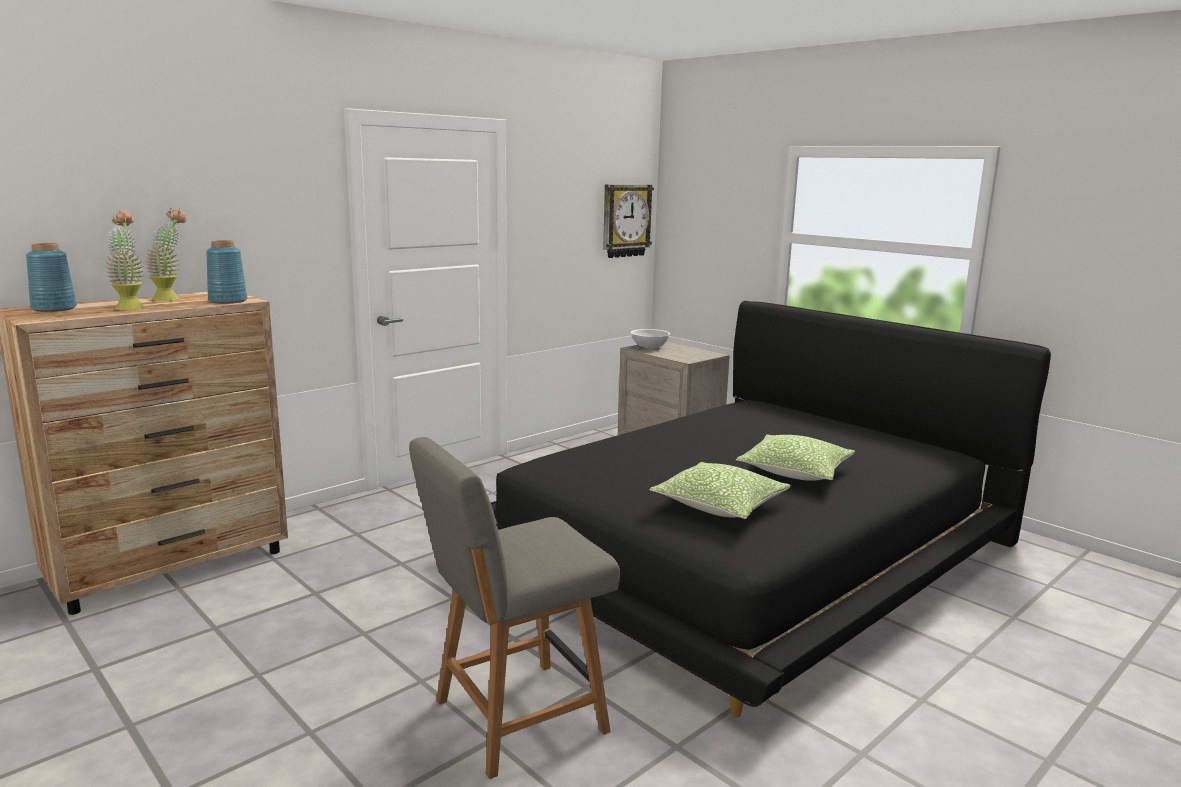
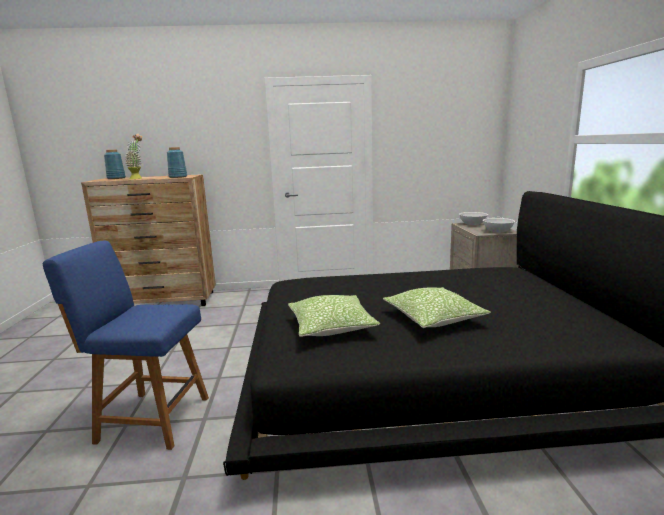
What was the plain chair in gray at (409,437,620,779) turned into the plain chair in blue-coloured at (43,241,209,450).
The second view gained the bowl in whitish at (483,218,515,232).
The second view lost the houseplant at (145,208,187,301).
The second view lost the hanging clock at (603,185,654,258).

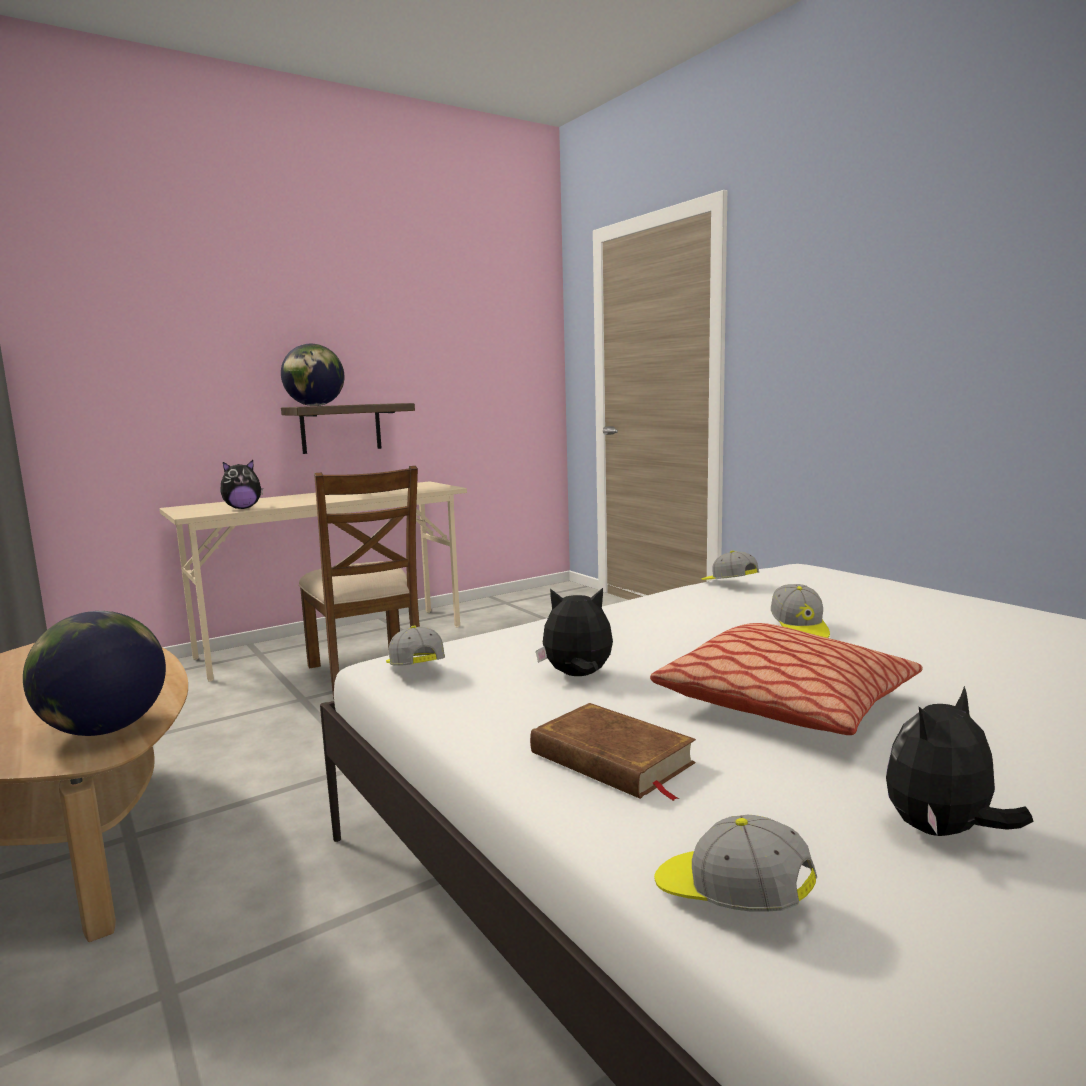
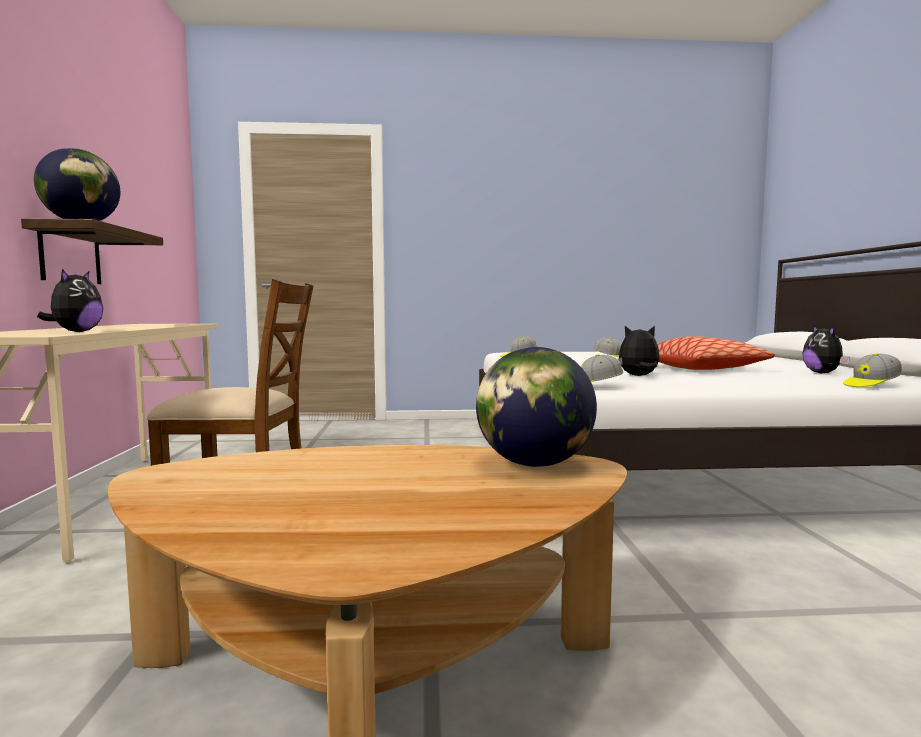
The plush toy at (536,588,613,676) ended up facing another way, 60 degrees clockwise from before.
The second view lost the bound book in brown at (530,703,696,801).

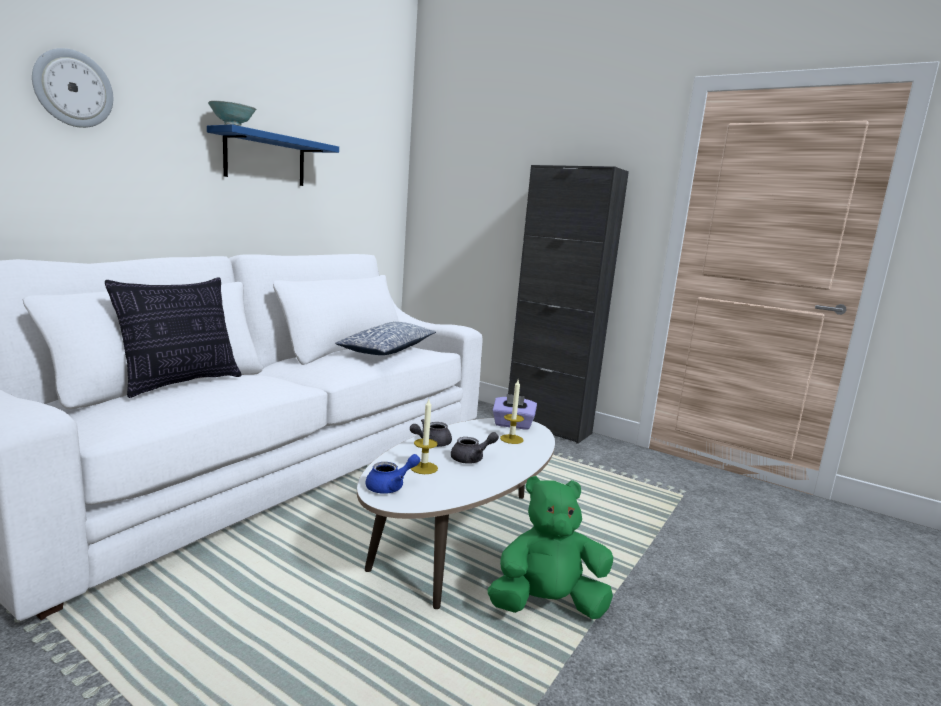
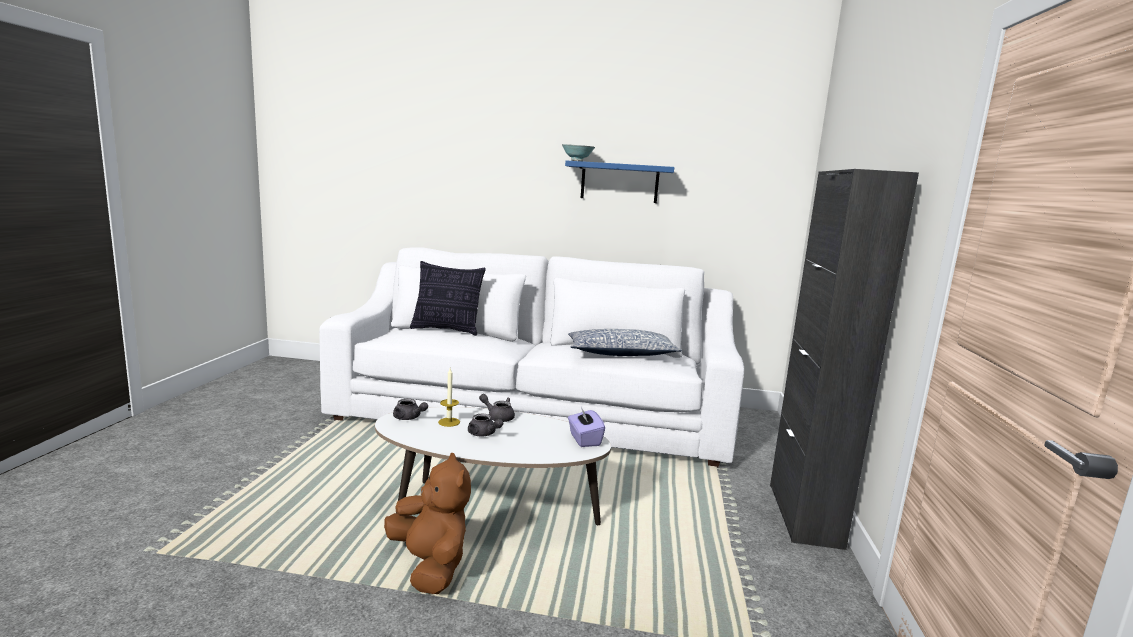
What was the plush toy in greenish at (487,476,613,619) turned into the plush toy in brown at (384,453,471,594).
What was the teapot in blue-coloured at (366,454,420,494) turned into the teapot in gray at (393,399,428,420).
The second view lost the hanging clock at (32,48,113,128).
The second view lost the candle at (500,380,524,444).

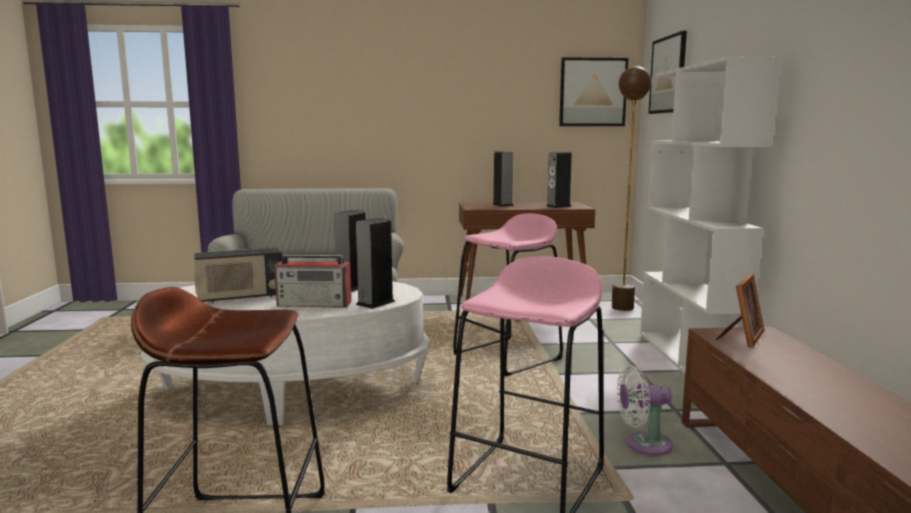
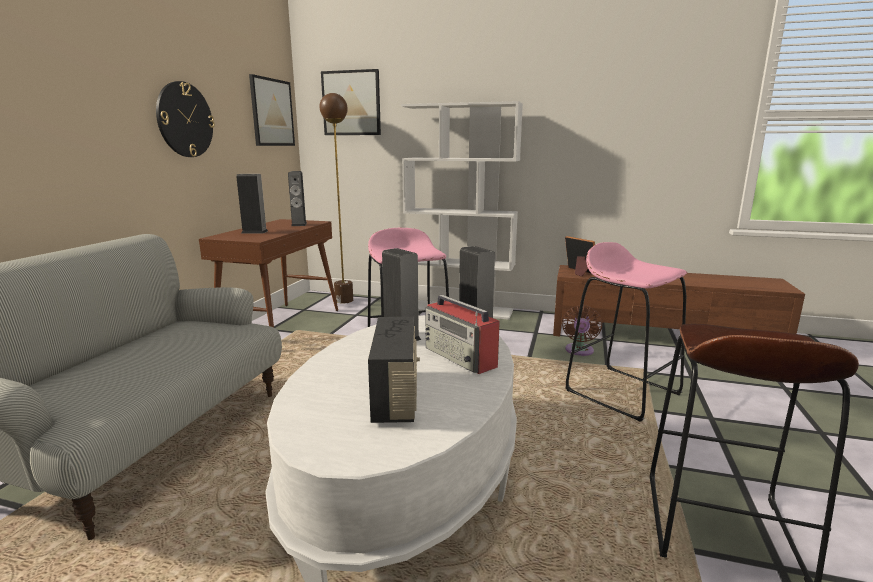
The second view gained the hanging clock at (156,81,215,157).
The radio set at (274,255,351,308) ended up facing another way, 120 degrees clockwise from before.
What was the electric fan in whitish at (617,365,673,456) turned into the electric fan in brown at (562,305,602,356).

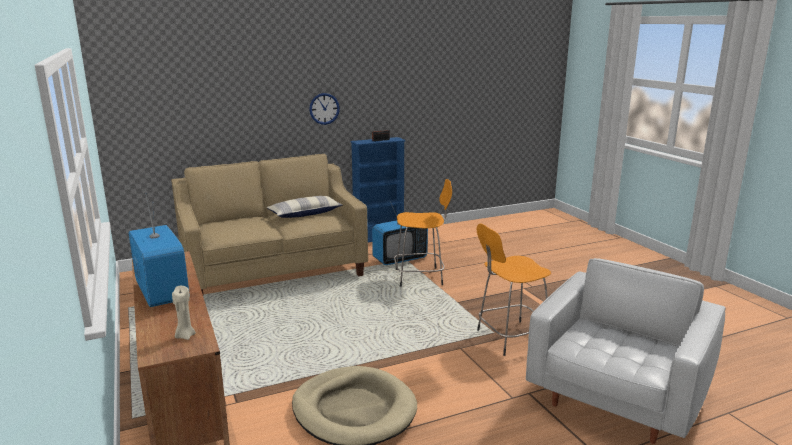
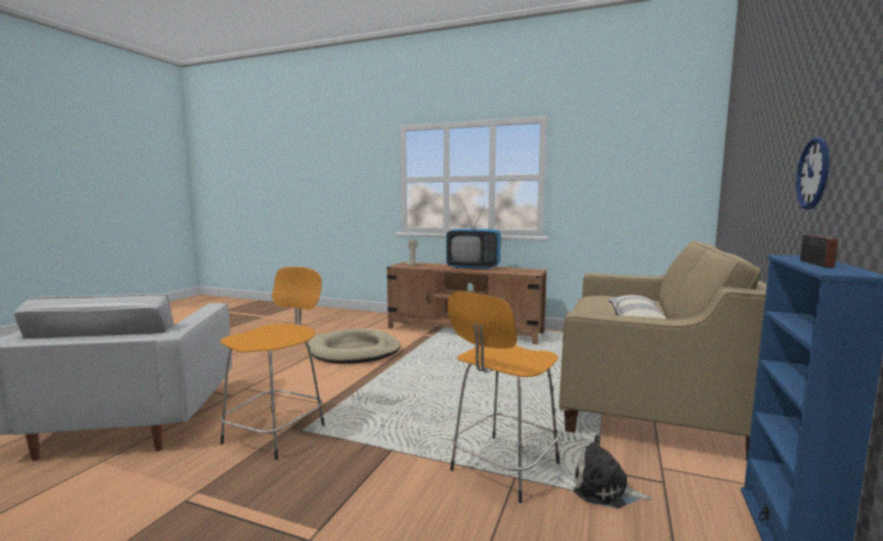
Where the television stood at (372,198,428,265), the plush toy came to stand at (574,435,652,509).

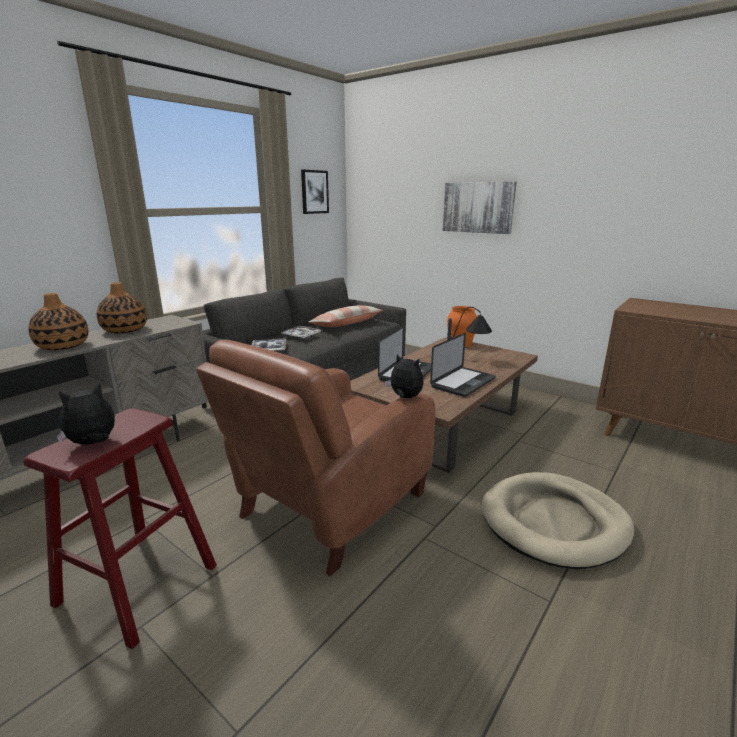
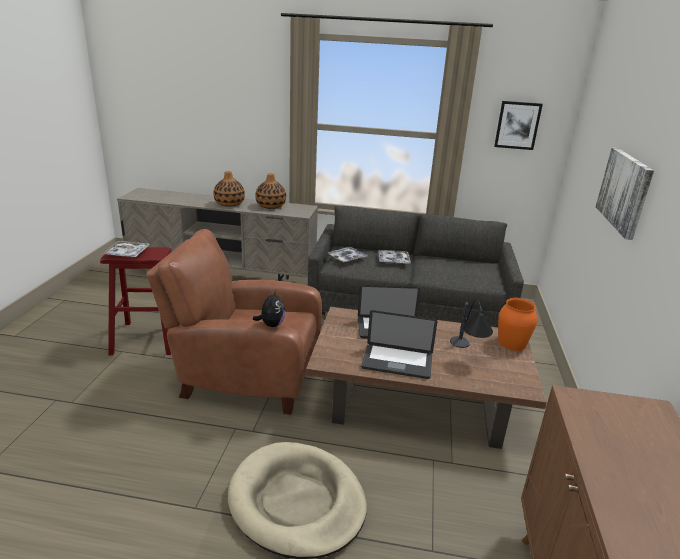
Where the plush toy stood at (56,384,115,445), the tray came to stand at (102,241,150,257).
The second view lost the throw pillow at (309,305,383,327).

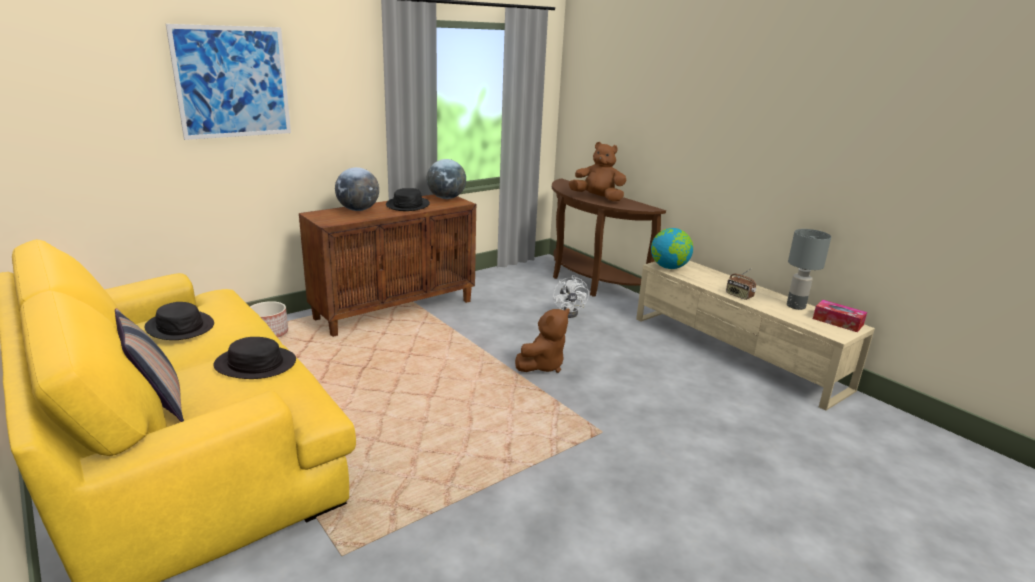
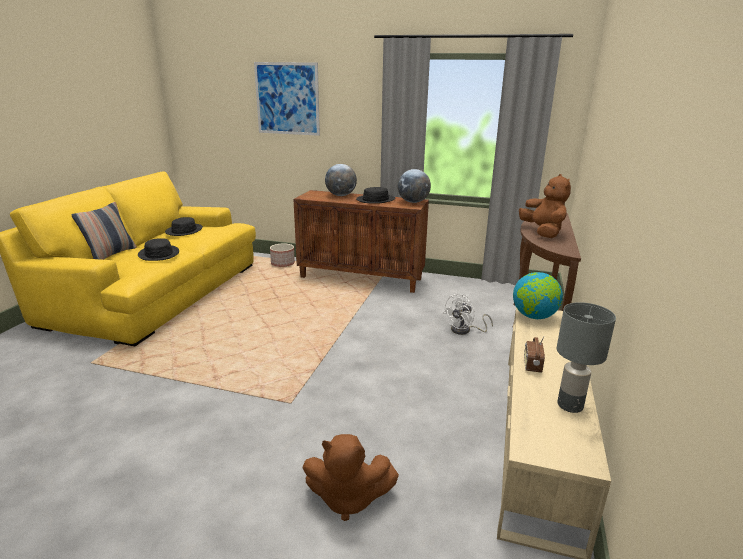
The plush toy in brown ended up elsewhere, having gone from (515,308,570,373) to (302,434,399,521).
The second view lost the tissue holder at (813,300,867,332).

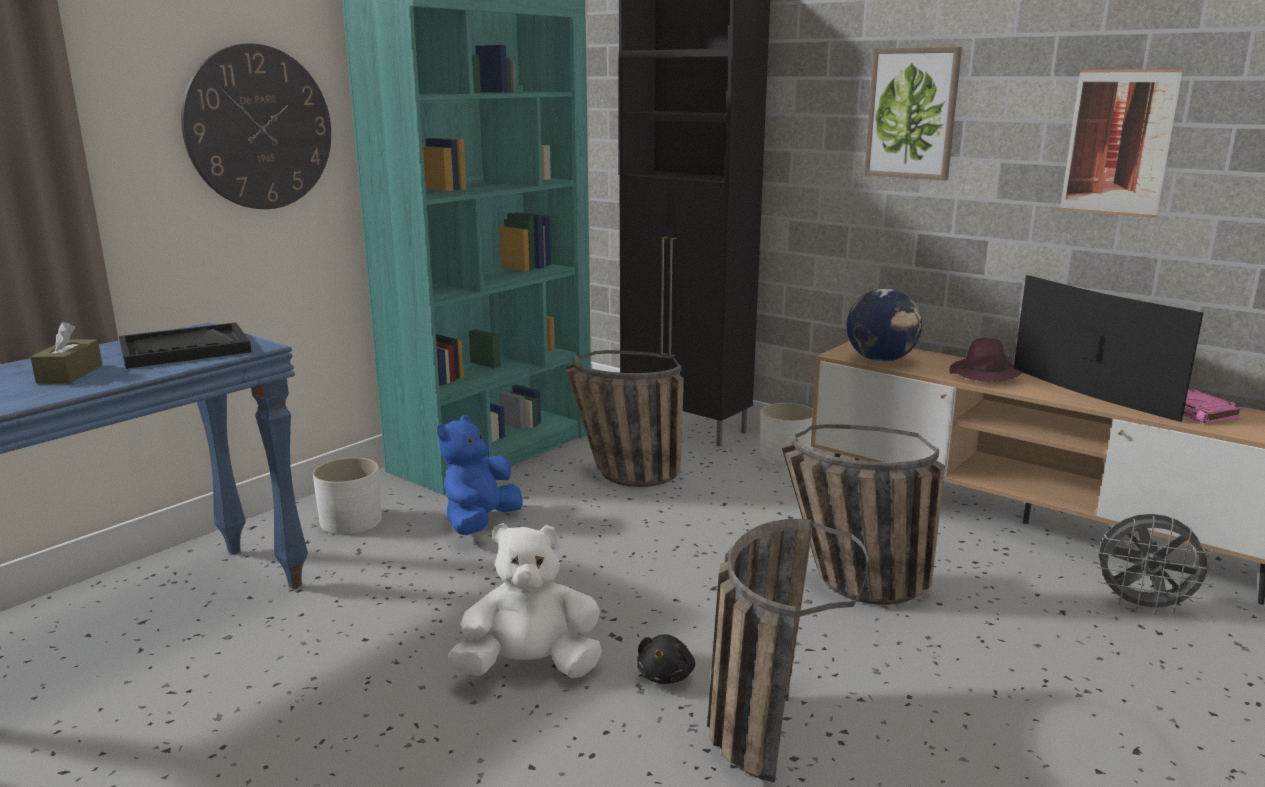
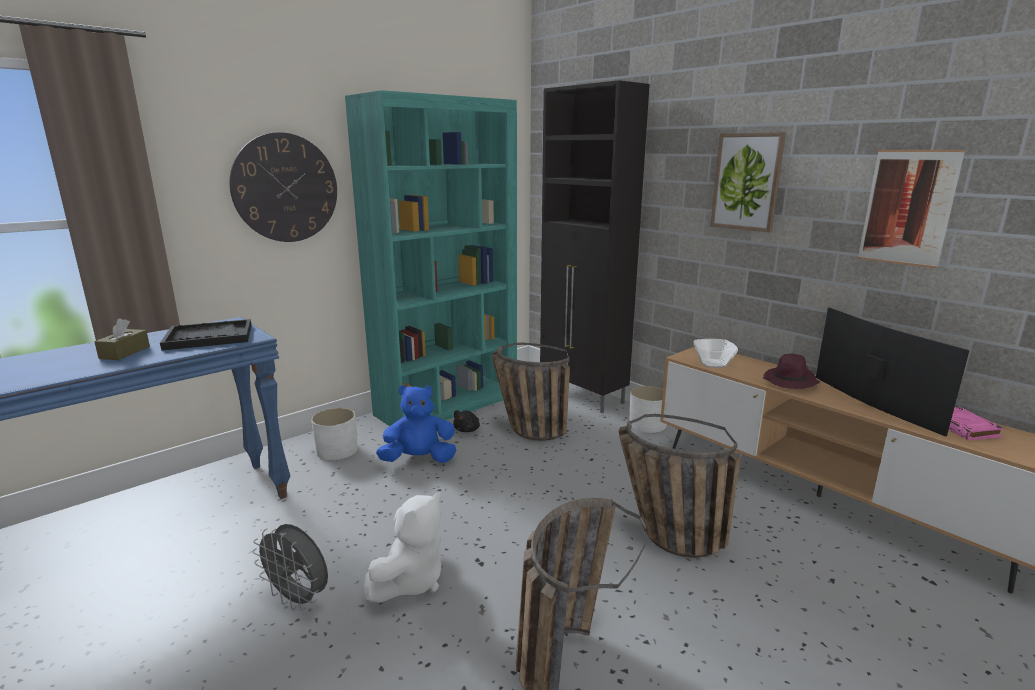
The electric fan in gray ended up elsewhere, having gone from (1094,514,1216,615) to (252,524,328,611).
The plush toy in whitish at (448,523,602,678) ended up facing another way, 120 degrees clockwise from before.
The plush toy in blue-coloured at (437,415,523,535) ended up facing another way, 45 degrees clockwise from before.
The plush toy in black ended up elsewhere, having gone from (637,634,695,684) to (453,410,480,432).
Where the globe stood at (846,289,922,362), the bowl came to stand at (693,339,738,368).

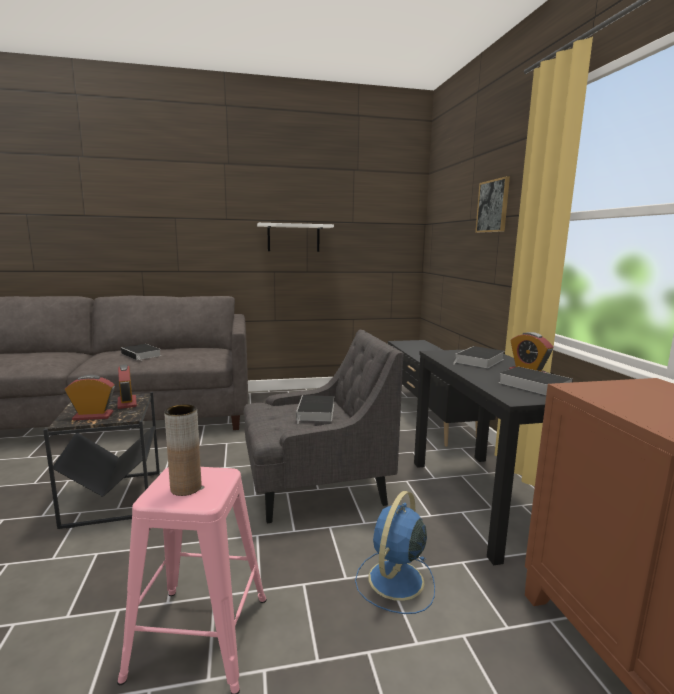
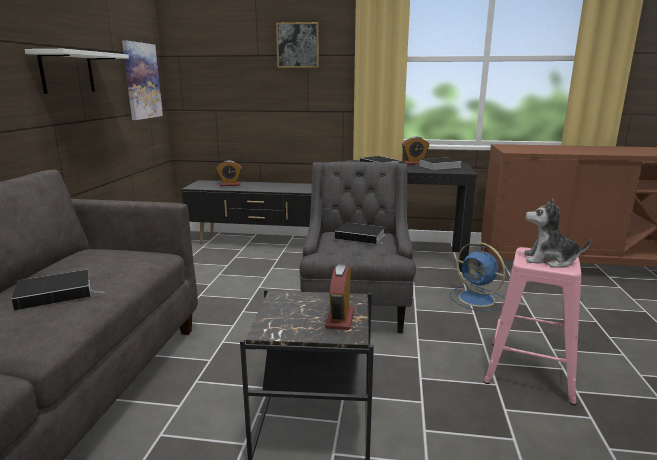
The second view gained the picture at (122,41,163,120).
The table clock ended up elsewhere, having gone from (117,364,137,409) to (216,160,242,186).
Where the decorative vase in brown stood at (164,404,201,496), the plush toy came to stand at (524,199,591,268).

